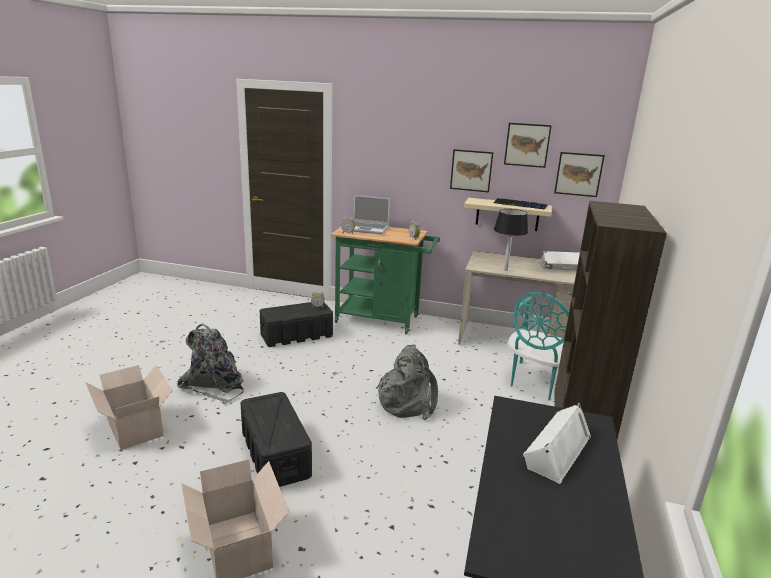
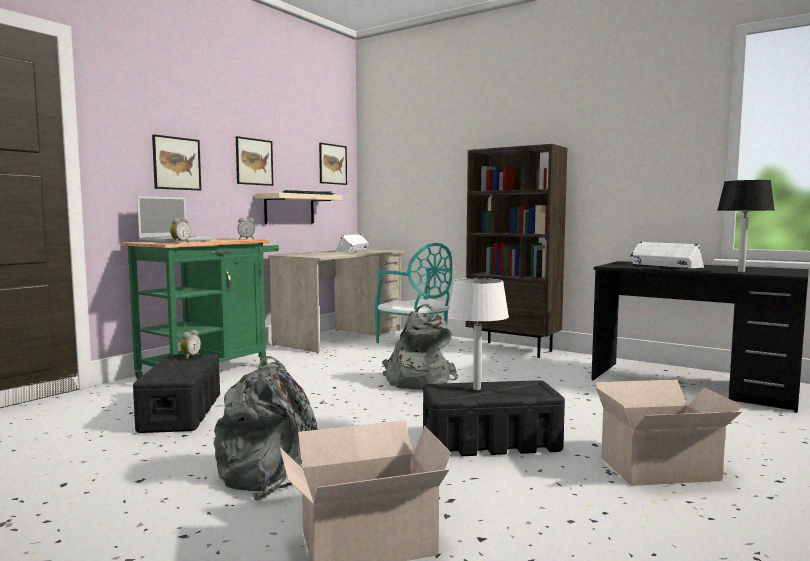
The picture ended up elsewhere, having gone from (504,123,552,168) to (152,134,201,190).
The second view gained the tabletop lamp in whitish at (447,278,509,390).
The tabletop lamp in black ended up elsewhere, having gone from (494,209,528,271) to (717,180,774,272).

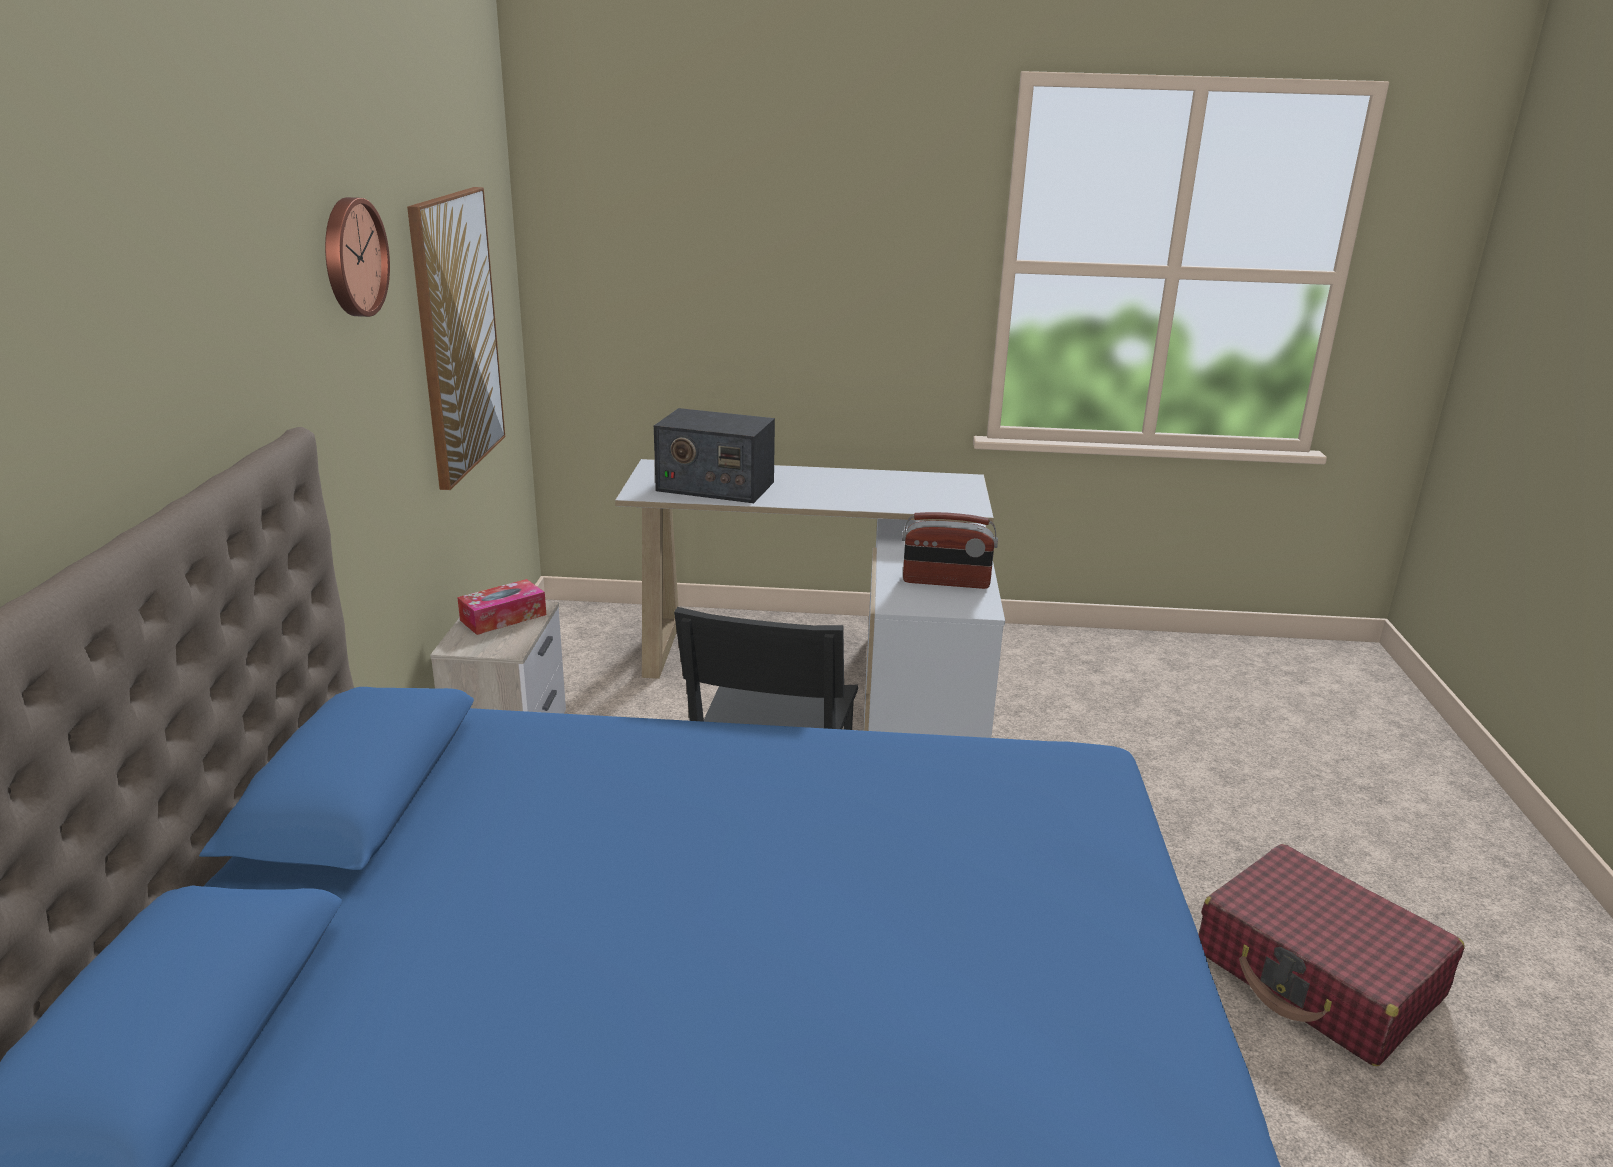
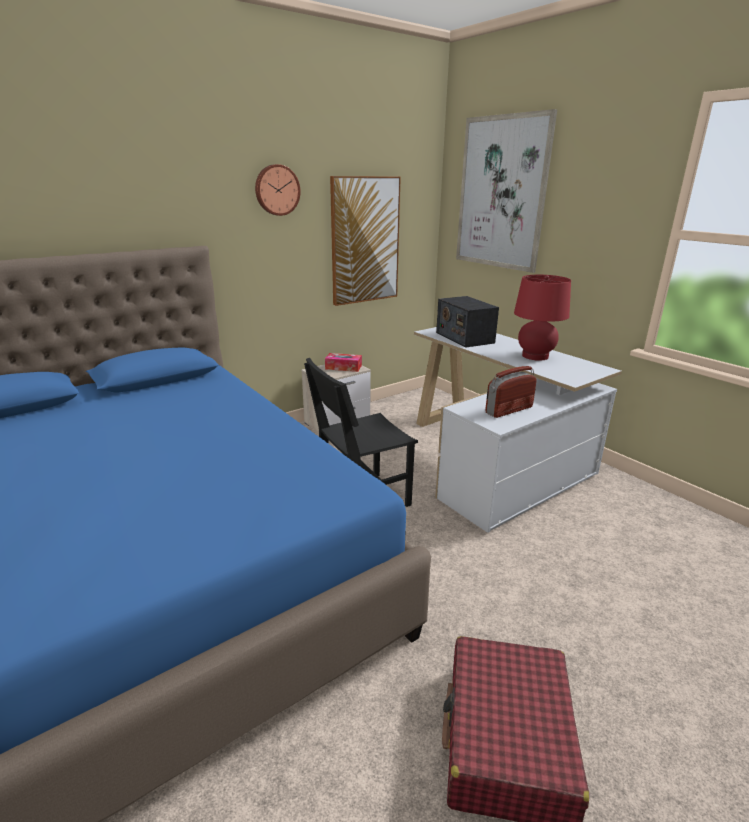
The second view gained the picture at (456,109,557,273).
The radio set at (902,512,998,589) ended up facing another way, 90 degrees clockwise from before.
The second view gained the tabletop lamp in reddish at (514,275,571,361).

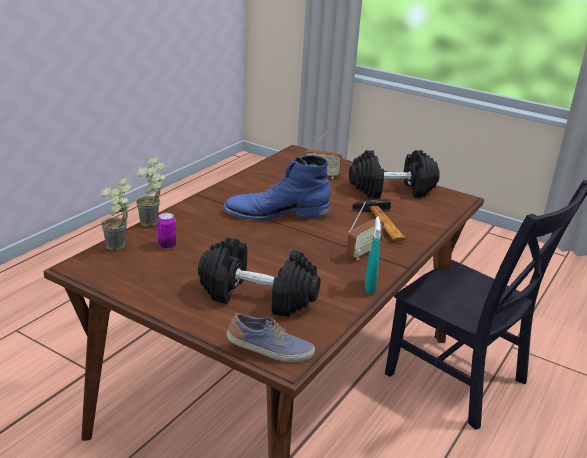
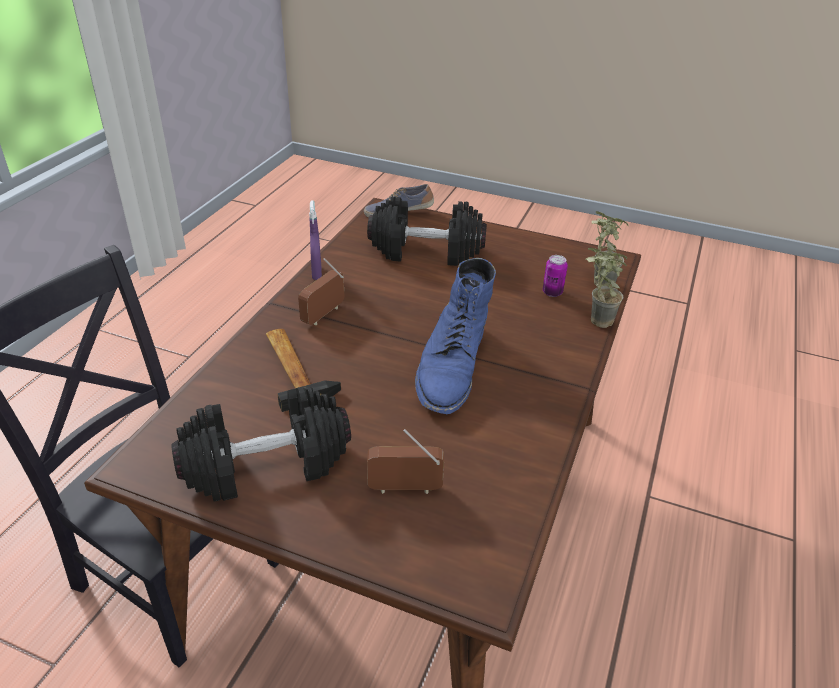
What was the spray bottle in blue-green at (366,217,381,294) turned into the spray bottle in purple at (309,200,322,280).
The high-top boot in blue-coloured at (224,155,331,221) ended up facing another way, 120 degrees clockwise from before.

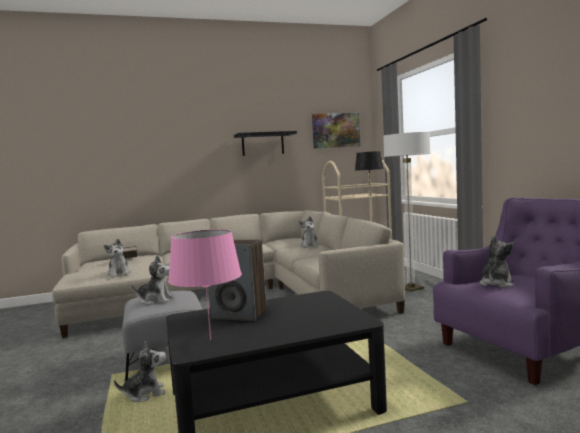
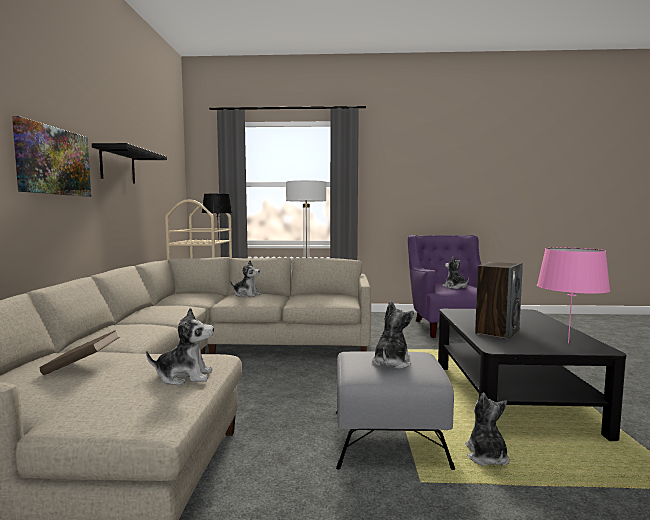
The picture ended up elsewhere, having gone from (312,113,361,148) to (12,116,91,197).

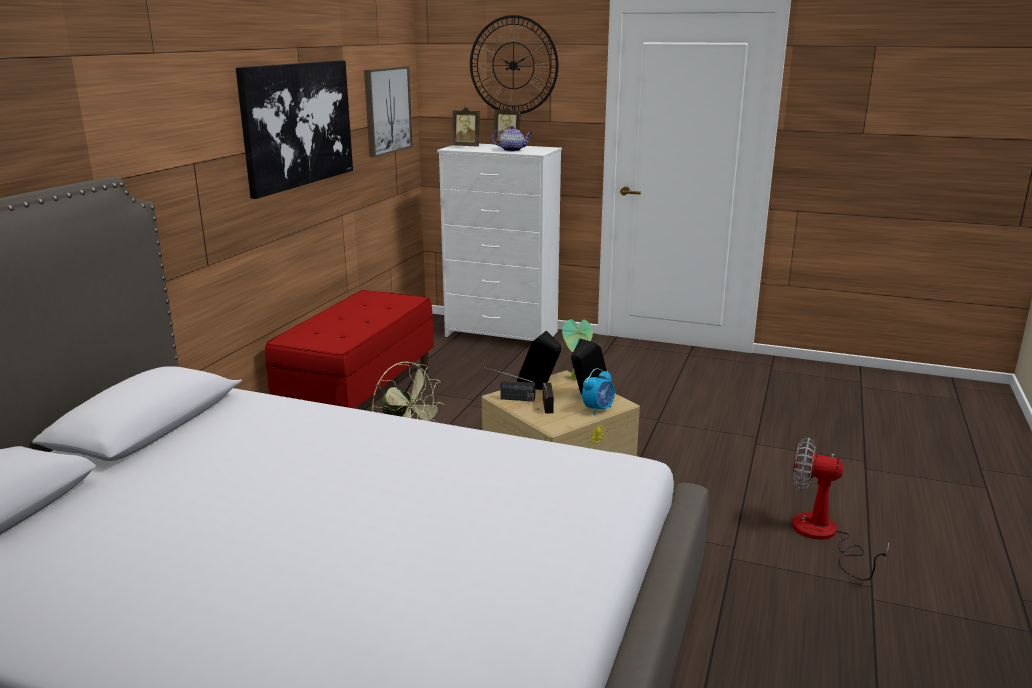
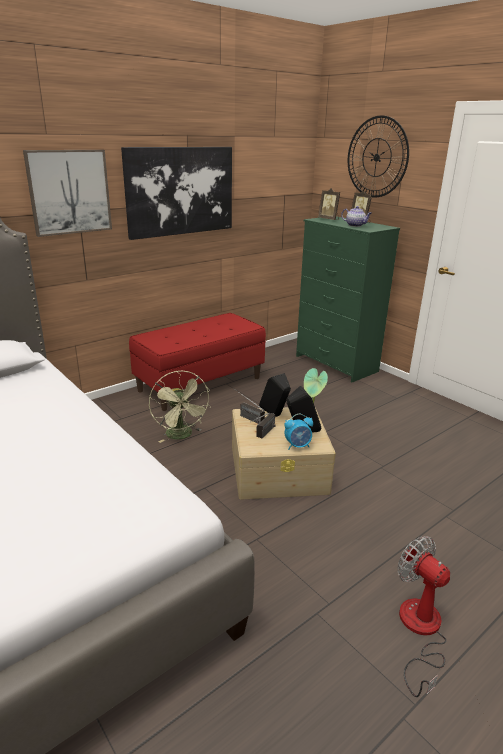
The picture ended up elsewhere, having gone from (364,66,413,158) to (23,150,112,237).
What was the chest of drawers in whitish at (437,144,562,341) turned into the chest of drawers in greenish at (296,216,400,382).

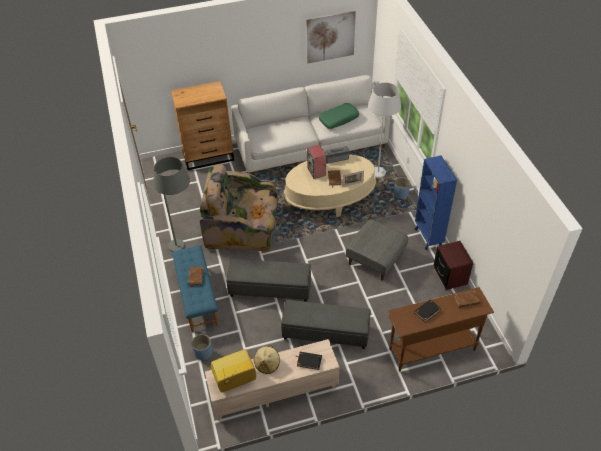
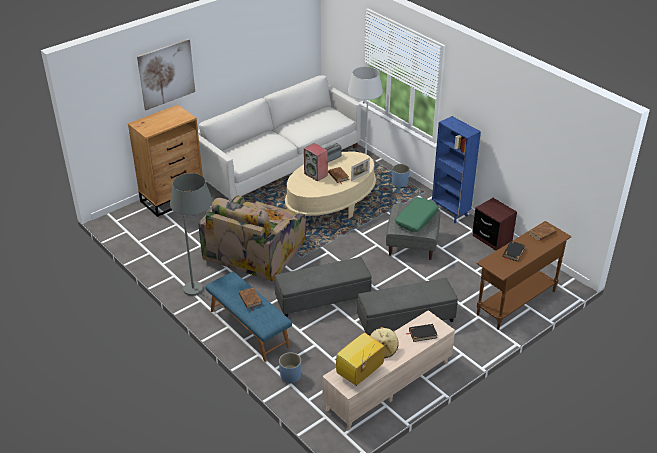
The picture ended up elsewhere, having gone from (306,11,356,64) to (137,39,195,110).
The armchair at (200,164,278,251) ended up facing another way, 45 degrees counterclockwise from before.
The throw pillow in greenish ended up elsewhere, having gone from (318,103,359,129) to (395,197,439,232).

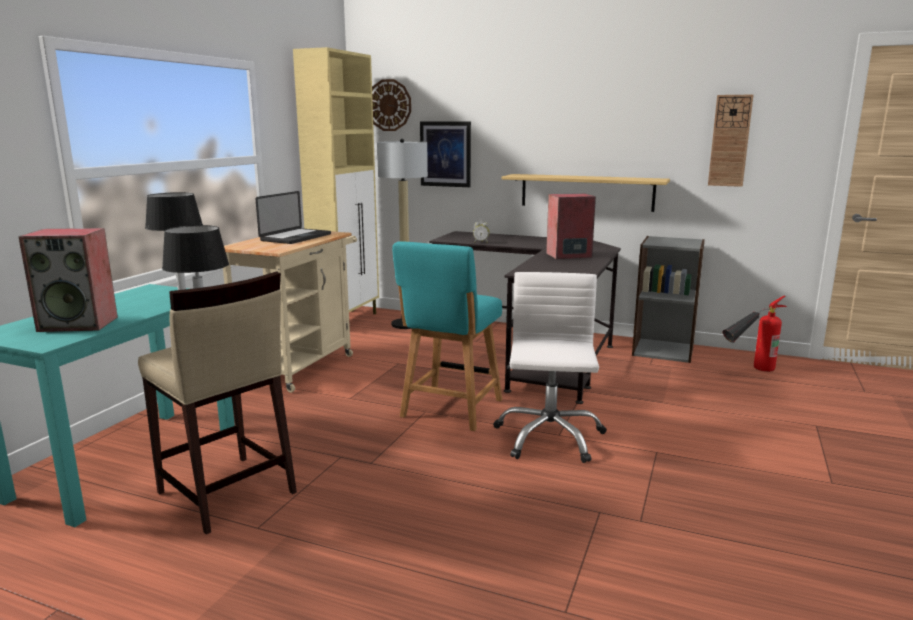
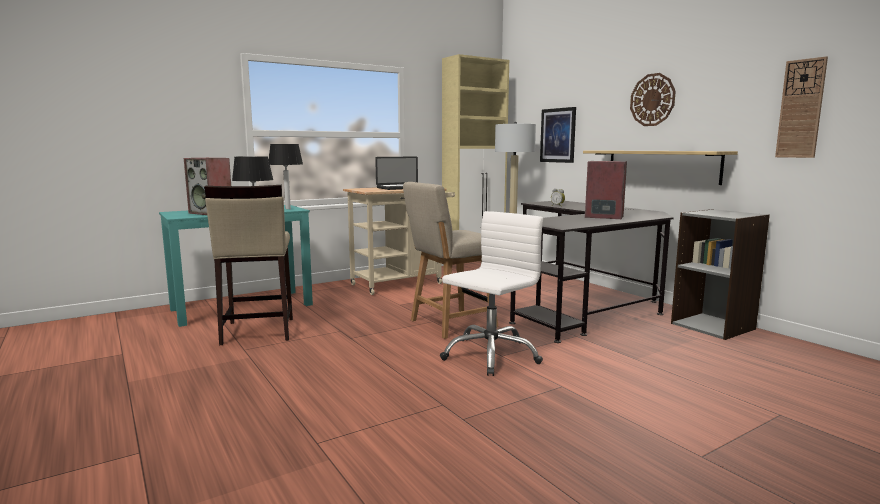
What was the plain chair in blue-green at (392,241,502,431) turned into the plain chair in beige-coloured at (403,182,499,339).
The hanging clock ended up elsewhere, having gone from (372,79,411,131) to (630,73,676,126).
The second view lost the fire extinguisher at (723,295,787,372).

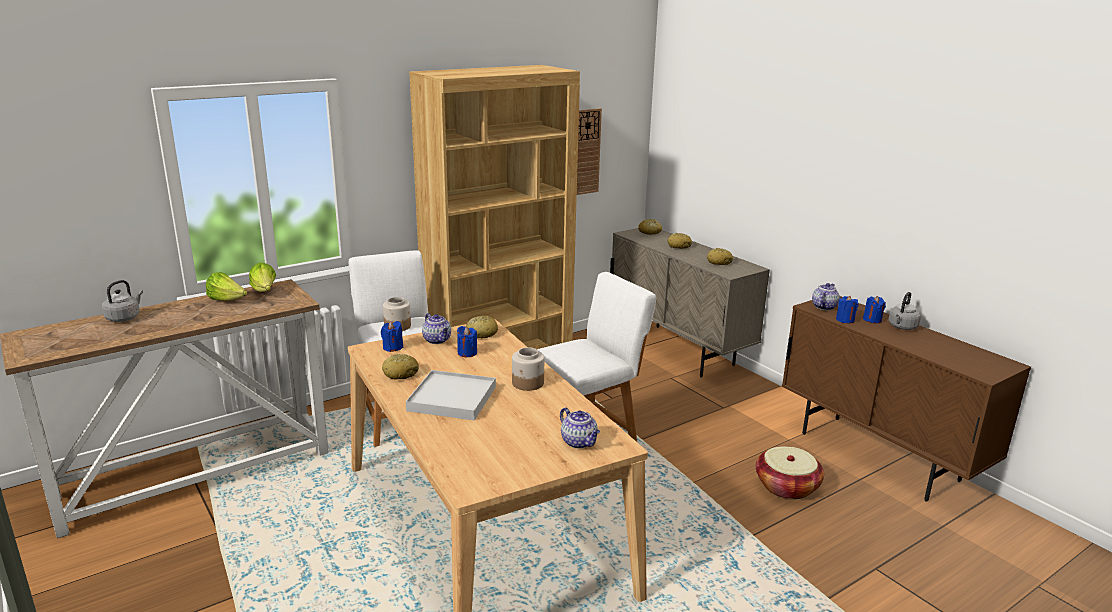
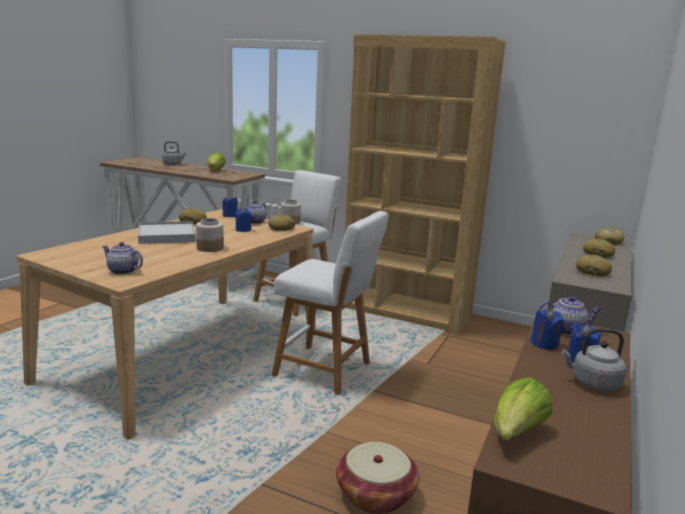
The teapot at (560,407,600,449) ended up facing another way, 90 degrees clockwise from before.
The head of lettuce ended up elsewhere, having gone from (249,263,276,292) to (494,377,552,440).
The second view lost the hanging clock at (577,108,602,195).

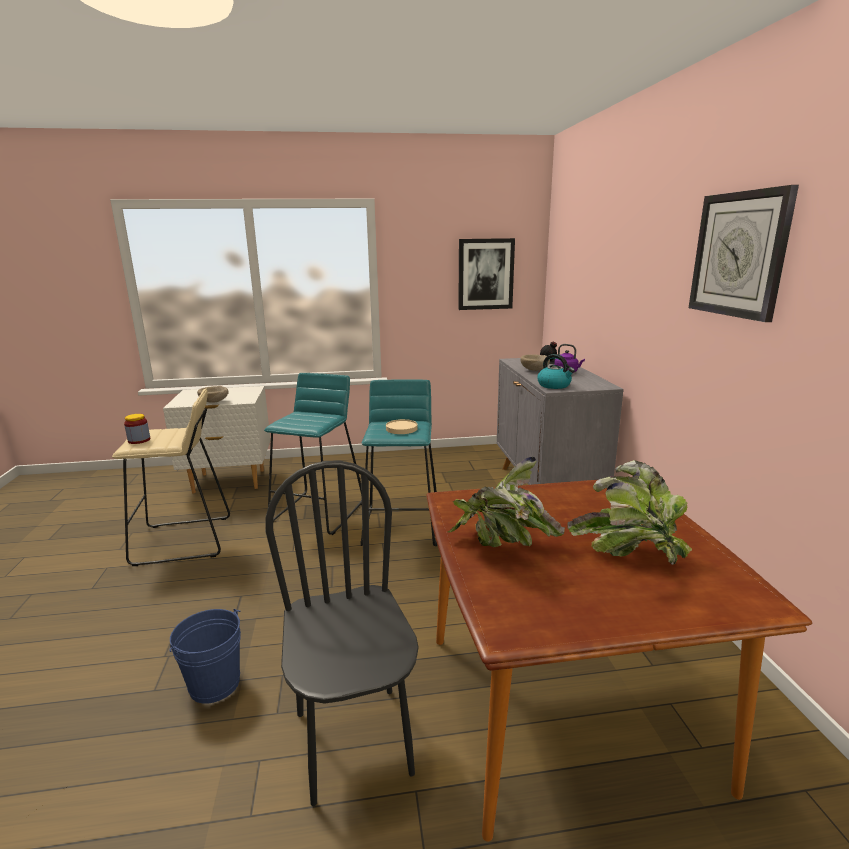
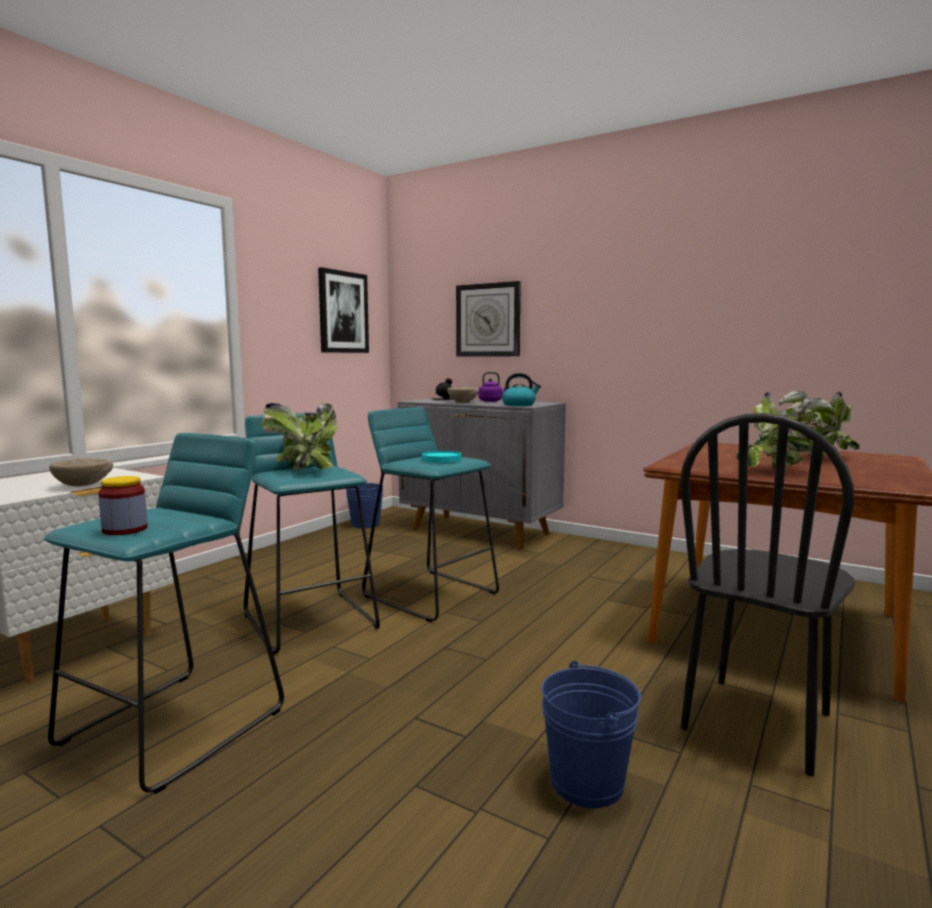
What was the stool in beige-coloured at (112,389,230,566) turned into the stool in blue-green at (43,433,284,794).
The second view gained the houseplant at (261,403,337,470).
The second view gained the pail in blue-coloured at (346,483,383,528).
What was the flat dish in beige-coloured at (386,419,418,434) turned into the flat dish in blue-green at (422,451,461,463).
The hanging clock ended up elsewhere, having gone from (689,185,799,322) to (456,281,521,357).
The plain chair in black at (265,460,419,806) ended up facing another way, 75 degrees counterclockwise from before.

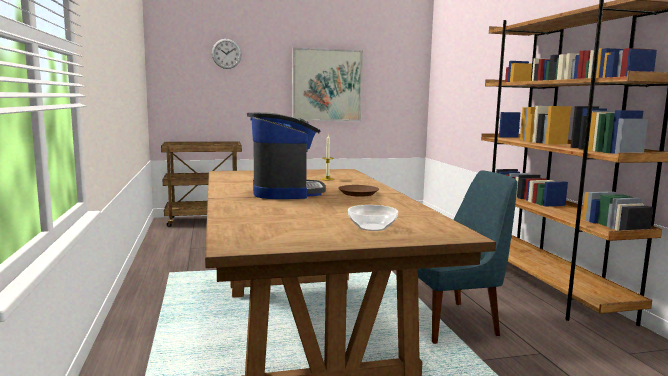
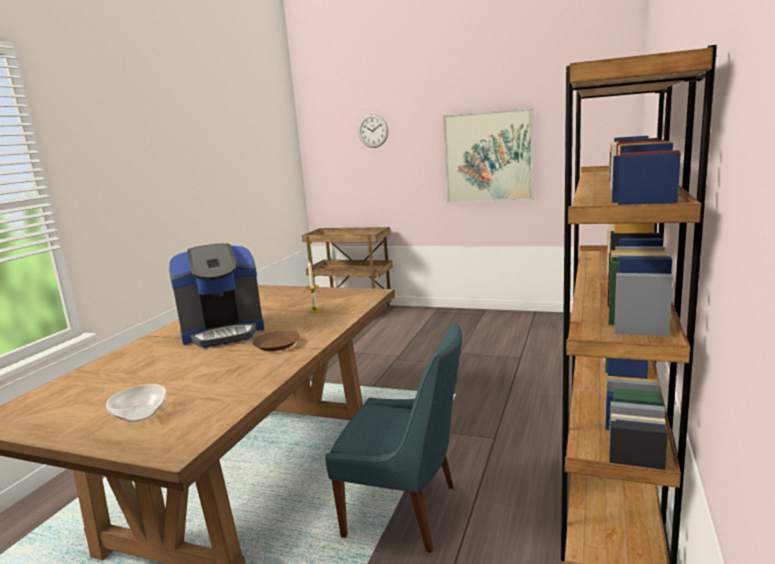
The coffee brewer at (247,112,326,199) ended up facing another way, 45 degrees clockwise from before.

